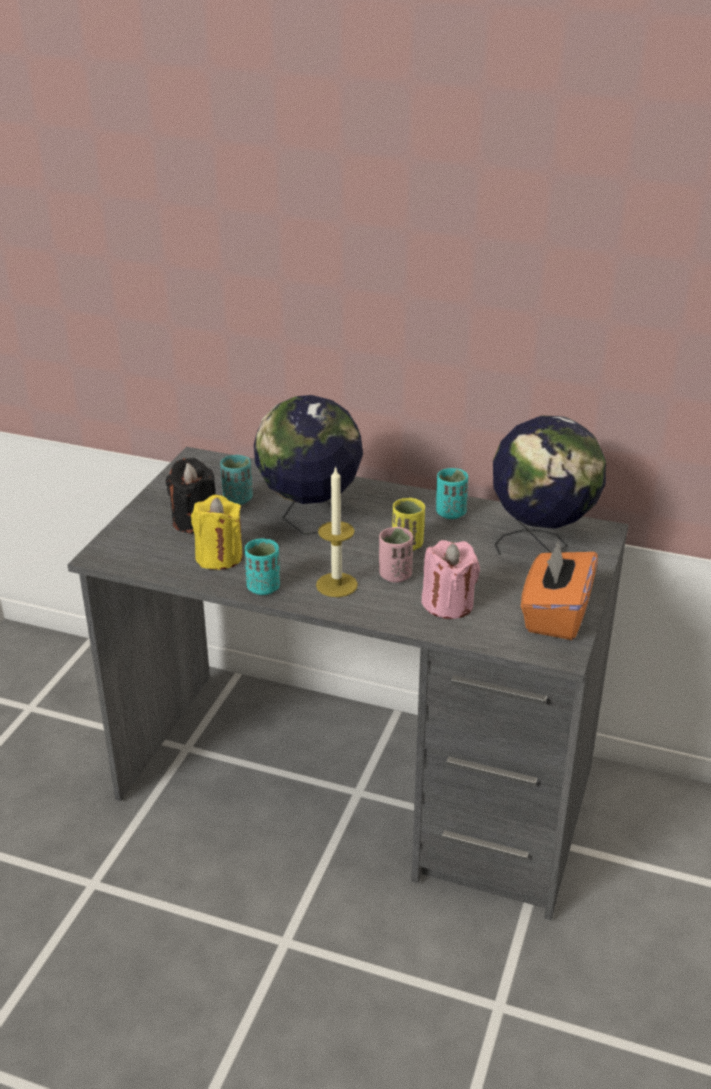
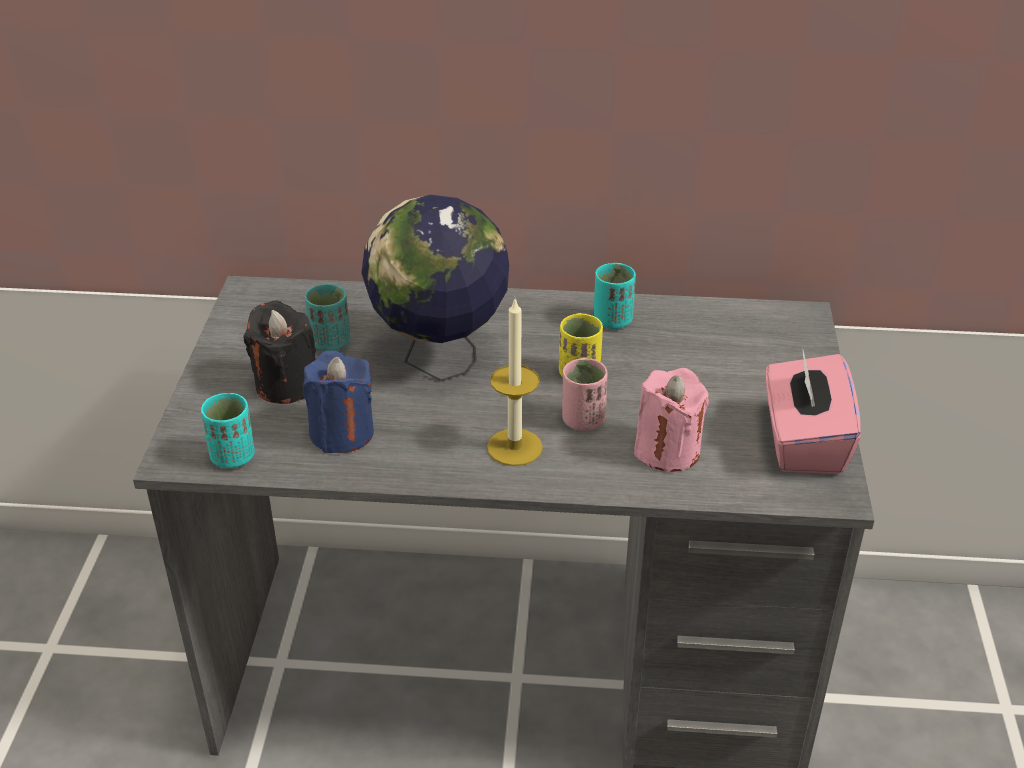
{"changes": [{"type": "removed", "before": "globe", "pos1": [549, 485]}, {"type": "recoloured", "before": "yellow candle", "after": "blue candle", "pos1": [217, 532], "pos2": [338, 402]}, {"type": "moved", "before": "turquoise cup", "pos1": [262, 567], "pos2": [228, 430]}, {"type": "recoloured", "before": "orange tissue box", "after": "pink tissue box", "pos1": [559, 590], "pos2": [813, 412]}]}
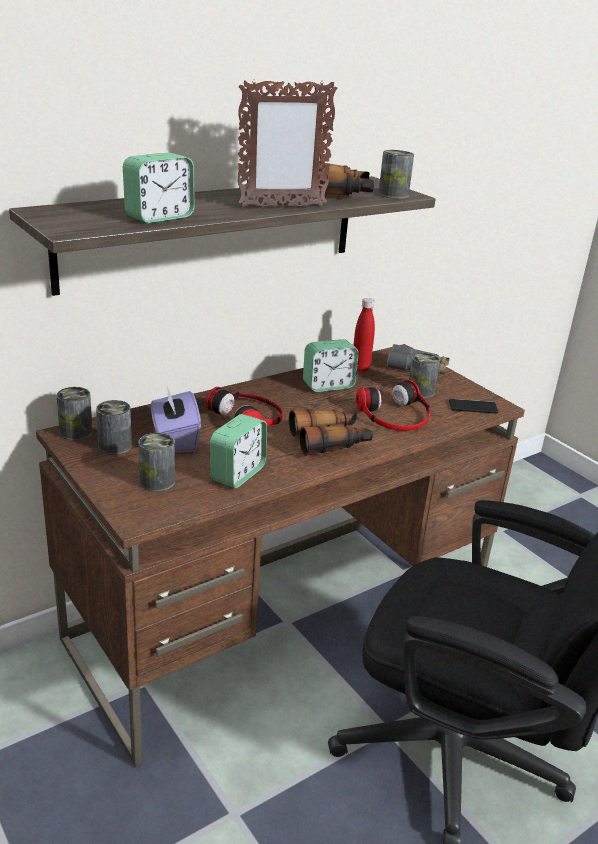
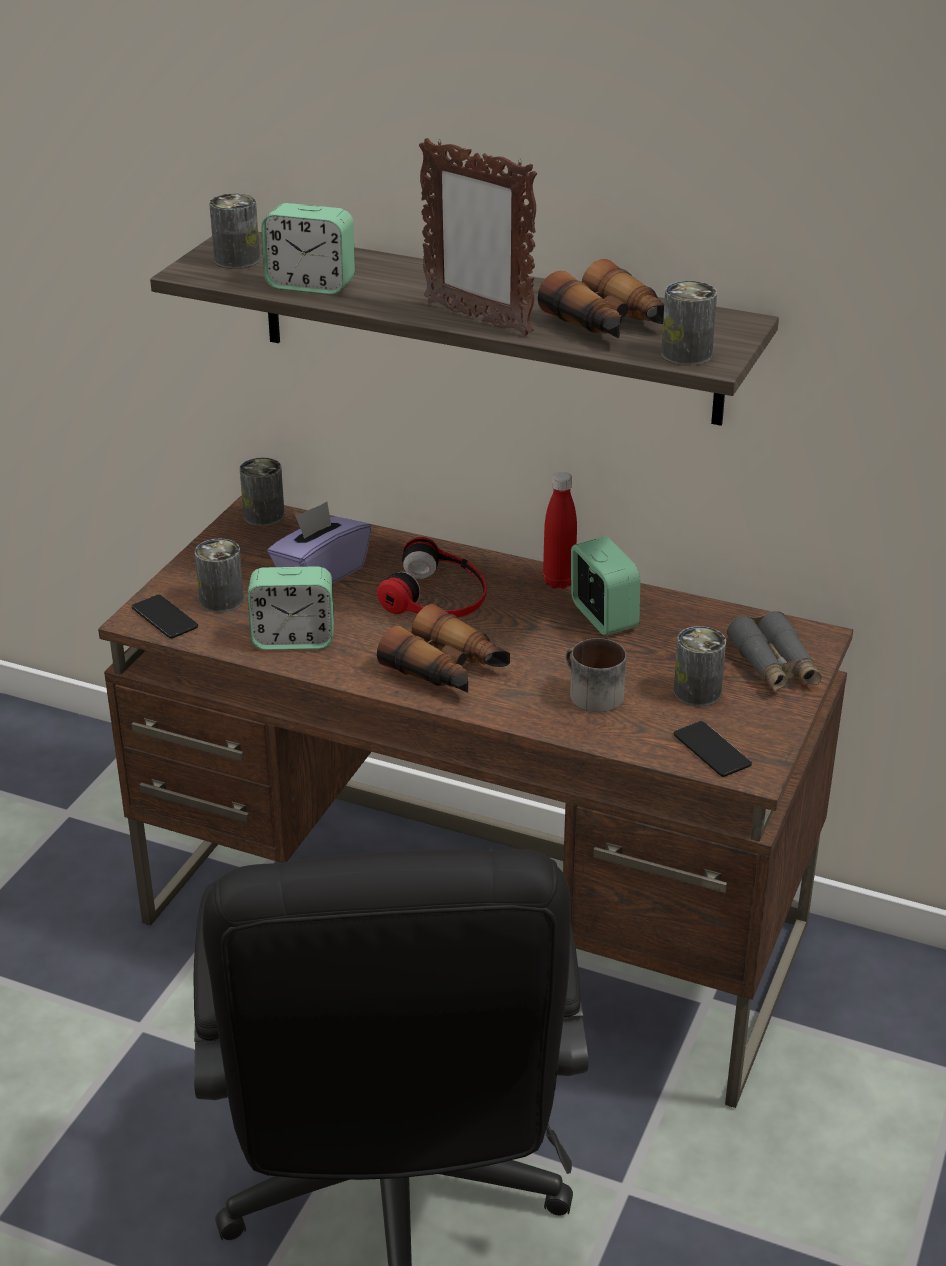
{"changes": [{"type": "moved", "before": "red bottle", "pos1": [364, 335], "pos2": [560, 530]}, {"type": "turned", "before": "alarm clock", "pos1": [331, 365], "pos2": [605, 586], "turn": -150}, {"type": "replaced", "before": "headphones", "after": "mug", "pos1": [393, 405], "pos2": [596, 675]}, {"type": "moved", "before": "can", "pos1": [114, 427], "pos2": [234, 231]}, {"type": "added", "after": "phone", "pos2": [165, 616]}]}
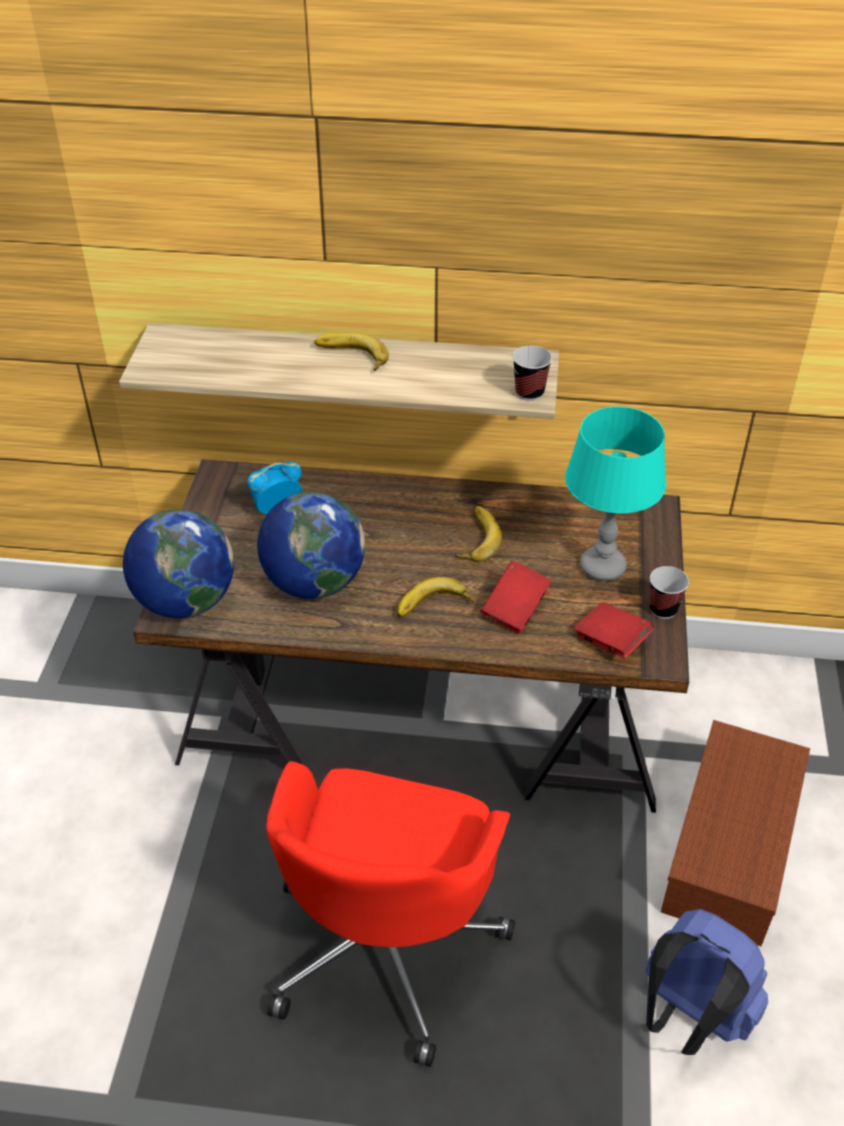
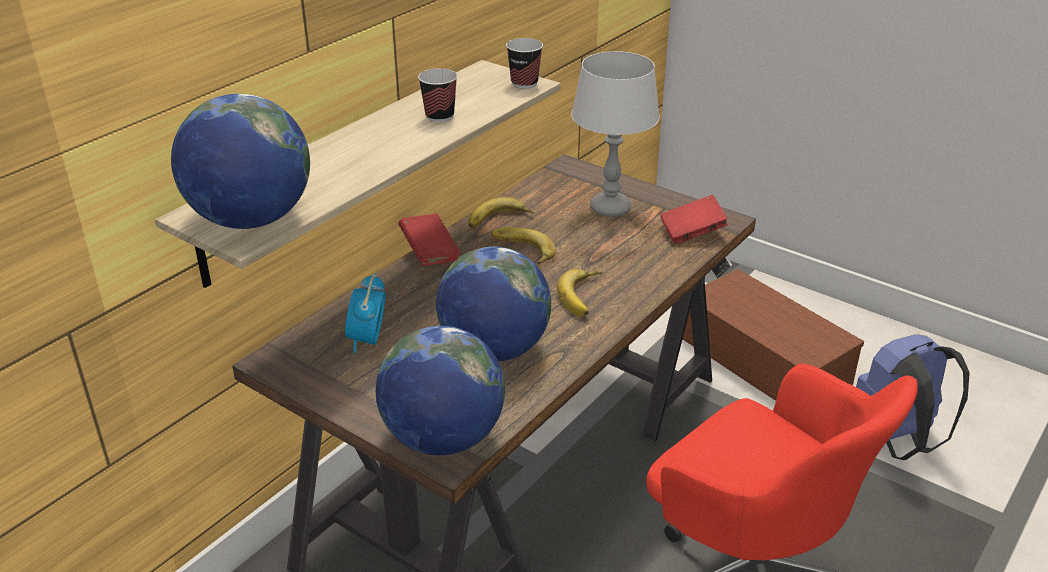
{"changes": [{"type": "moved", "before": "banana", "pos1": [352, 351], "pos2": [501, 212]}, {"type": "recoloured", "before": "turquoise table lamp", "after": "grey table lamp", "pos1": [615, 494], "pos2": [615, 134]}, {"type": "moved", "before": "red book", "pos1": [515, 597], "pos2": [429, 240]}, {"type": "moved", "before": "cup", "pos1": [669, 592], "pos2": [438, 95]}, {"type": "added", "after": "globe", "pos2": [240, 161]}]}
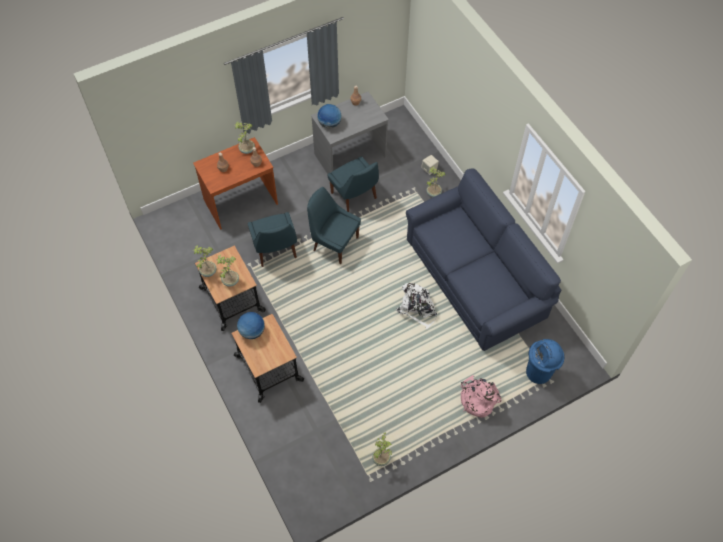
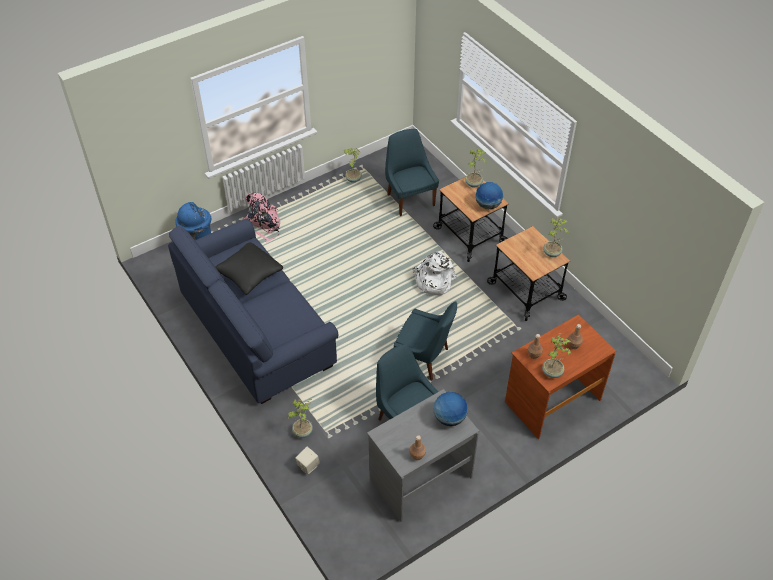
{"changes": [{"type": "moved", "before": "blue chair", "pos1": [272, 239], "pos2": [412, 172]}, {"type": "moved", "before": "potted plant", "pos1": [228, 271], "pos2": [476, 168]}, {"type": "moved", "before": "white backpack", "pos1": [416, 306], "pos2": [435, 273]}, {"type": "added", "after": "black pillow", "pos2": [249, 269]}]}
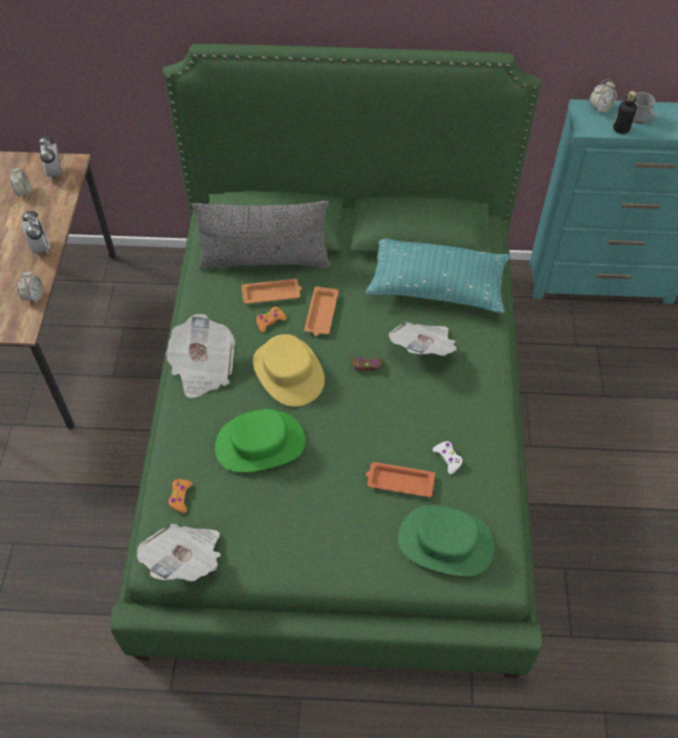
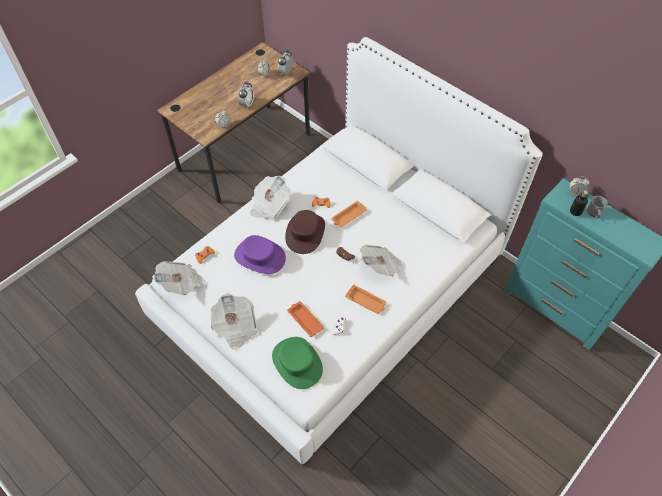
{"changes": [{"type": "recoloured", "before": "green bed", "after": "white bed", "pos1": [326, 361], "pos2": [339, 251]}, {"type": "removed", "before": "grey pillow", "pos1": [261, 235]}, {"type": "removed", "before": "turquoise pillow", "pos1": [437, 276]}, {"type": "moved", "before": "orange tray", "pos1": [272, 291], "pos2": [365, 299]}, {"type": "recoloured", "before": "yellow hat", "after": "brown hat", "pos1": [289, 370], "pos2": [305, 232]}, {"type": "recoloured", "before": "green hat", "after": "purple hat", "pos1": [260, 440], "pos2": [260, 254]}, {"type": "added", "after": "newspaper", "pos2": [234, 321]}]}
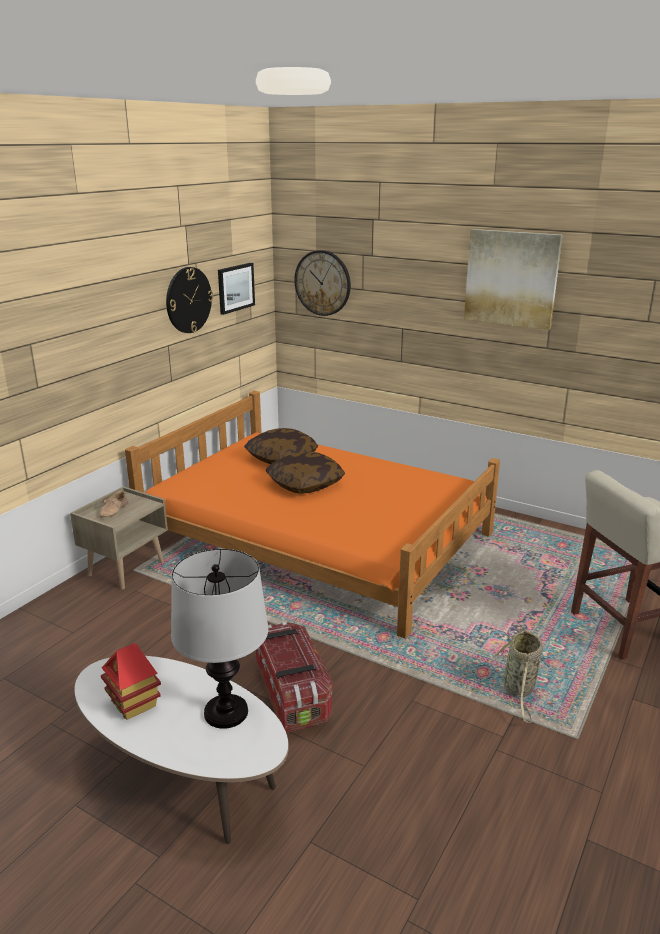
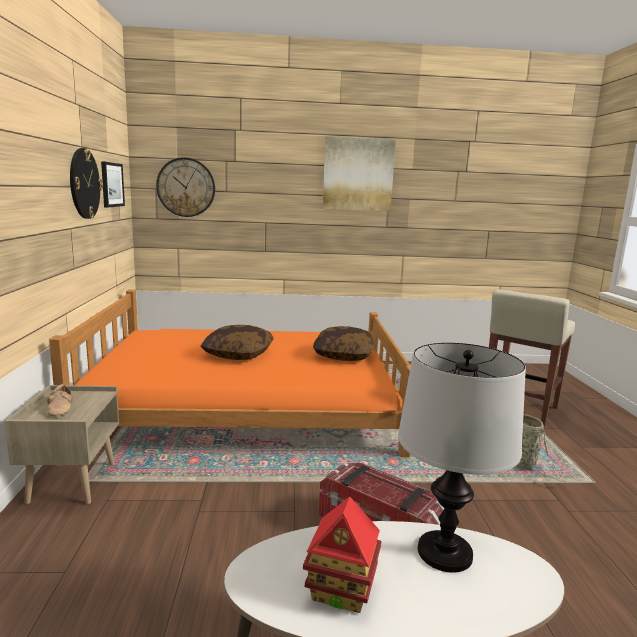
{"changes": [{"type": "moved", "before": "pillow", "pos1": [281, 446], "pos2": [344, 343]}]}
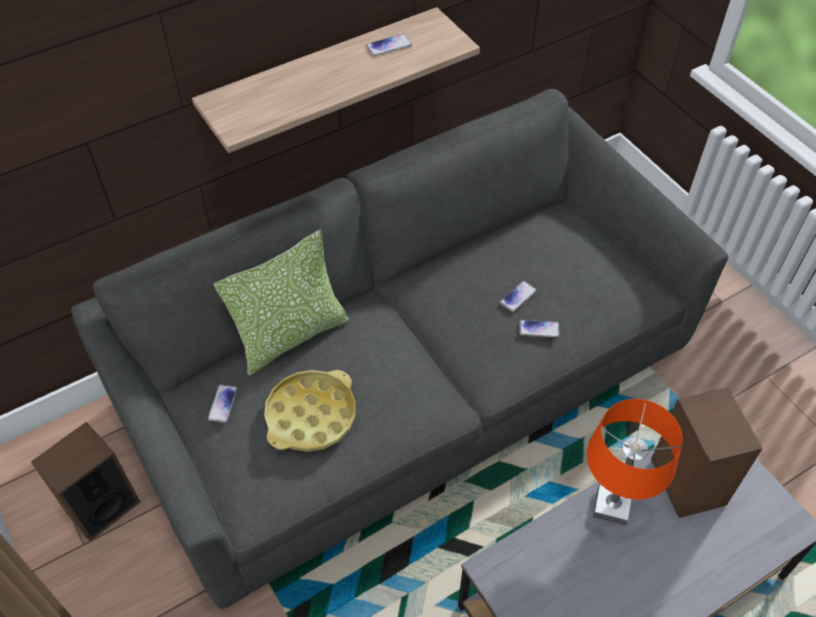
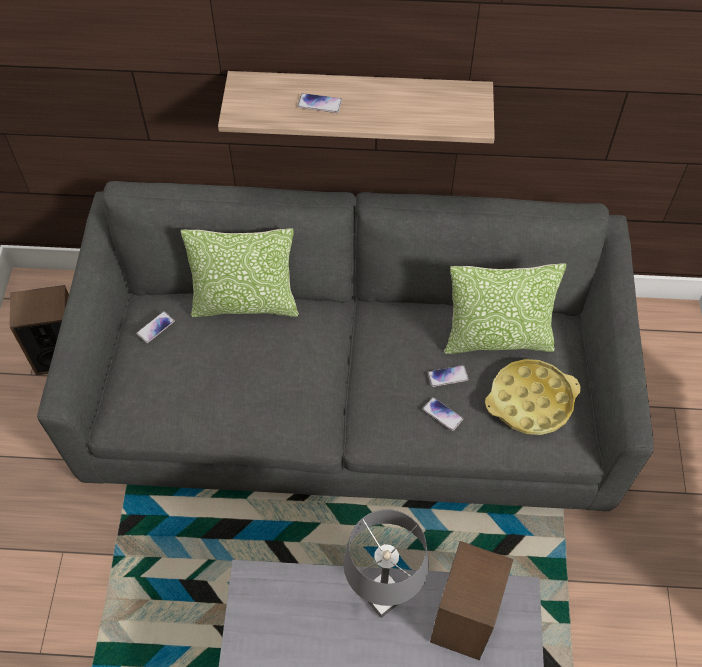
{"changes": [{"type": "moved", "before": "phone", "pos1": [389, 45], "pos2": [319, 103]}, {"type": "moved", "before": "yellow tray", "pos1": [310, 411], "pos2": [533, 397]}, {"type": "recoloured", "before": "orange table lamp", "after": "grey table lamp", "pos1": [635, 462], "pos2": [386, 563]}, {"type": "added", "after": "pillow", "pos2": [505, 308]}]}
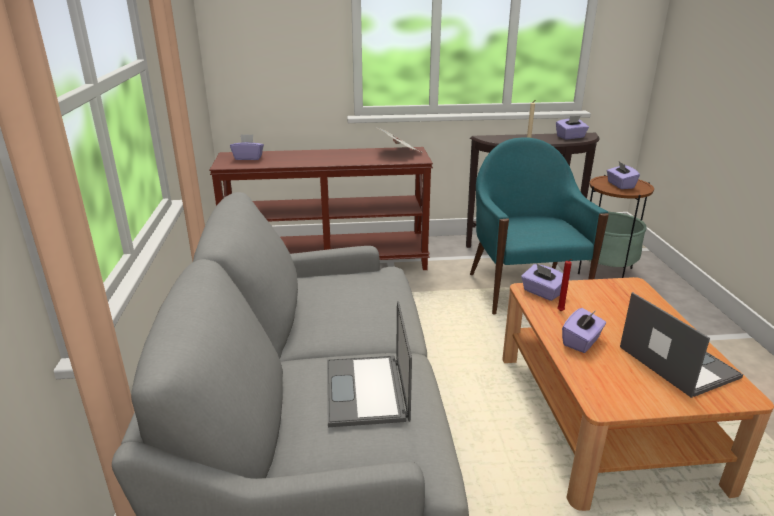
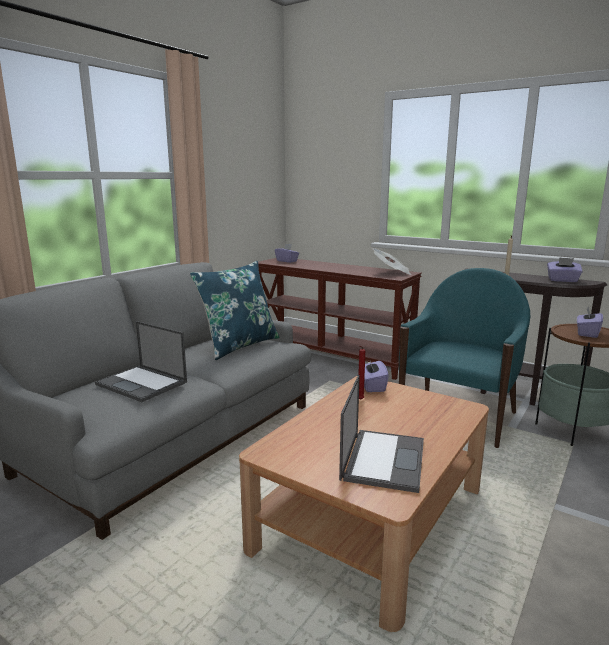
{"changes": [{"type": "turned", "before": "laptop", "pos1": [369, 364], "pos2": [141, 361], "turn": -90}, {"type": "removed", "before": "purple tissue box", "pos1": [584, 330]}, {"type": "added", "after": "blue pillow", "pos2": [235, 310]}]}
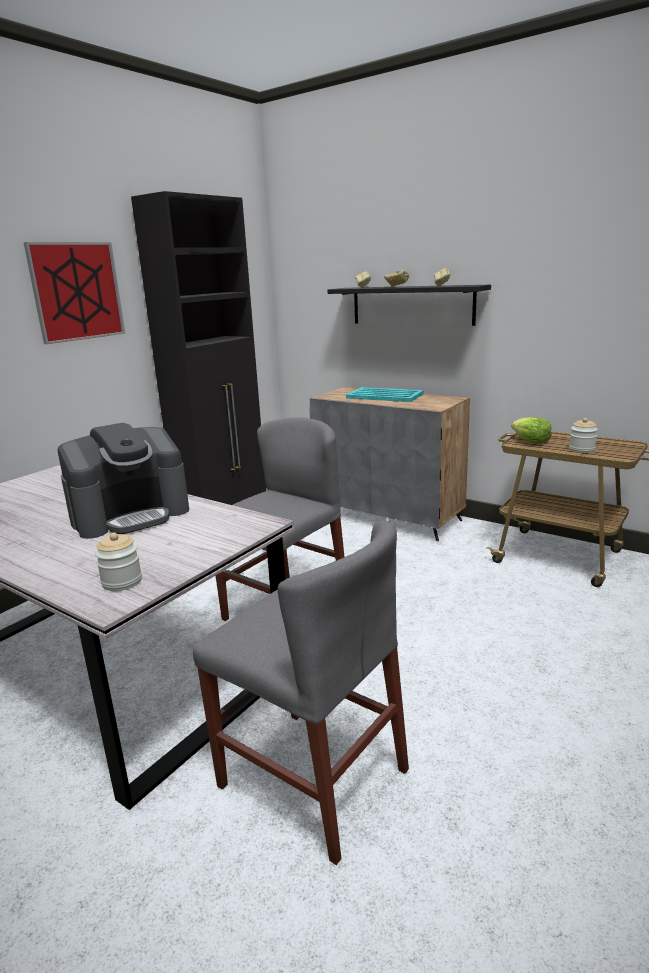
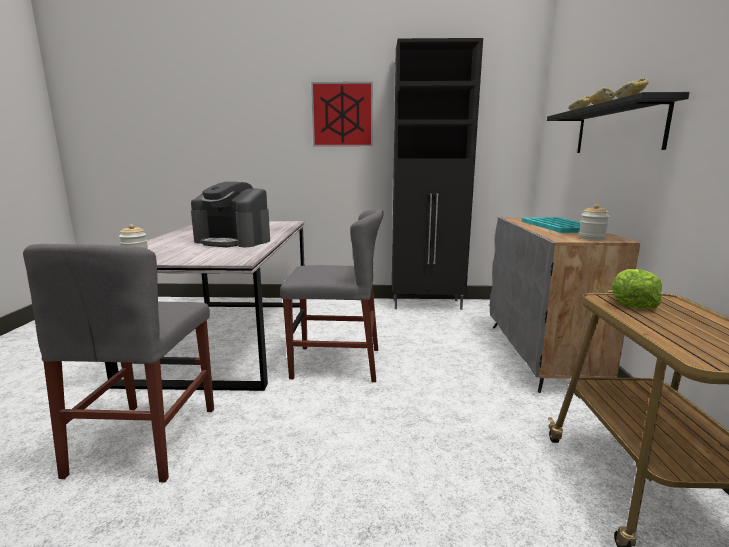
{"changes": [{"type": "moved", "before": "jar", "pos1": [583, 435], "pos2": [594, 222]}]}
